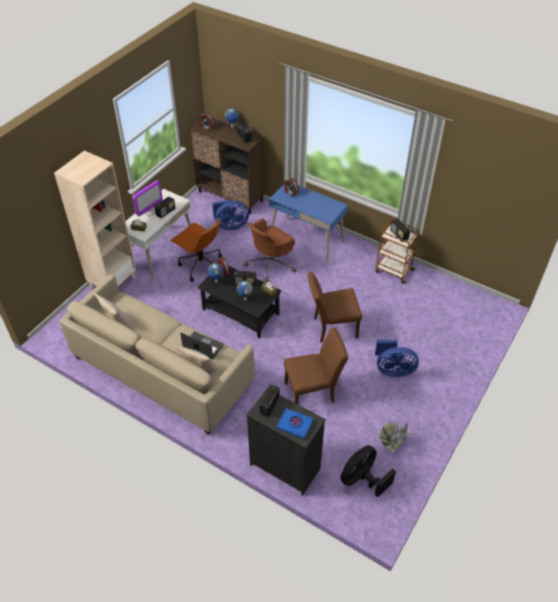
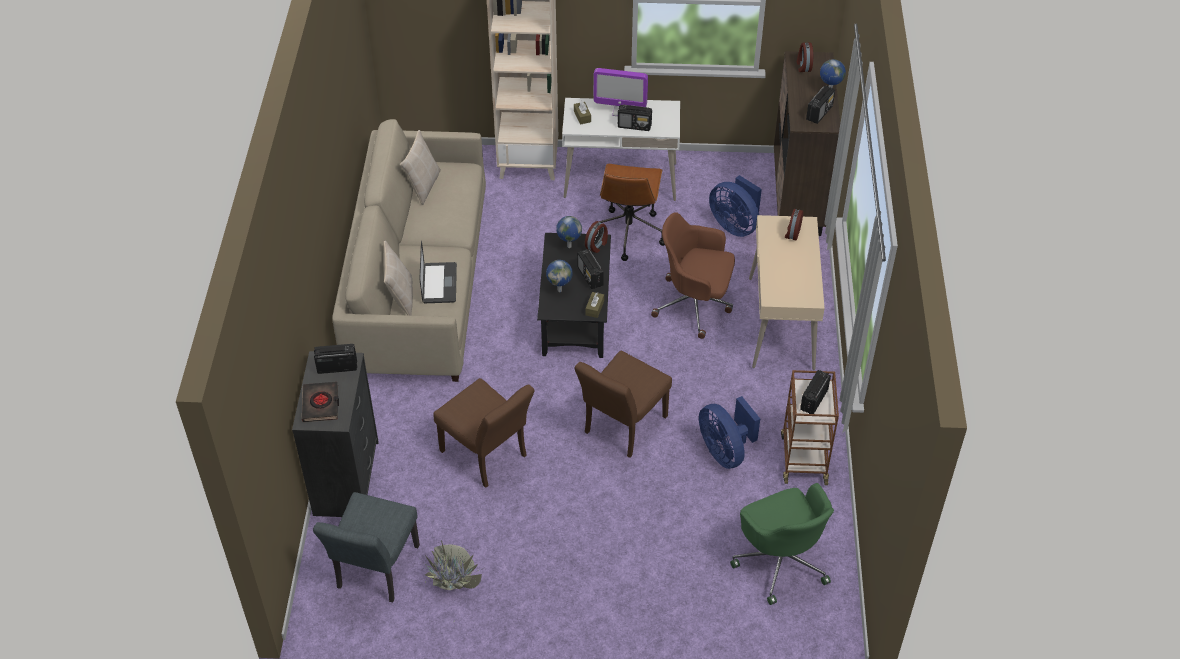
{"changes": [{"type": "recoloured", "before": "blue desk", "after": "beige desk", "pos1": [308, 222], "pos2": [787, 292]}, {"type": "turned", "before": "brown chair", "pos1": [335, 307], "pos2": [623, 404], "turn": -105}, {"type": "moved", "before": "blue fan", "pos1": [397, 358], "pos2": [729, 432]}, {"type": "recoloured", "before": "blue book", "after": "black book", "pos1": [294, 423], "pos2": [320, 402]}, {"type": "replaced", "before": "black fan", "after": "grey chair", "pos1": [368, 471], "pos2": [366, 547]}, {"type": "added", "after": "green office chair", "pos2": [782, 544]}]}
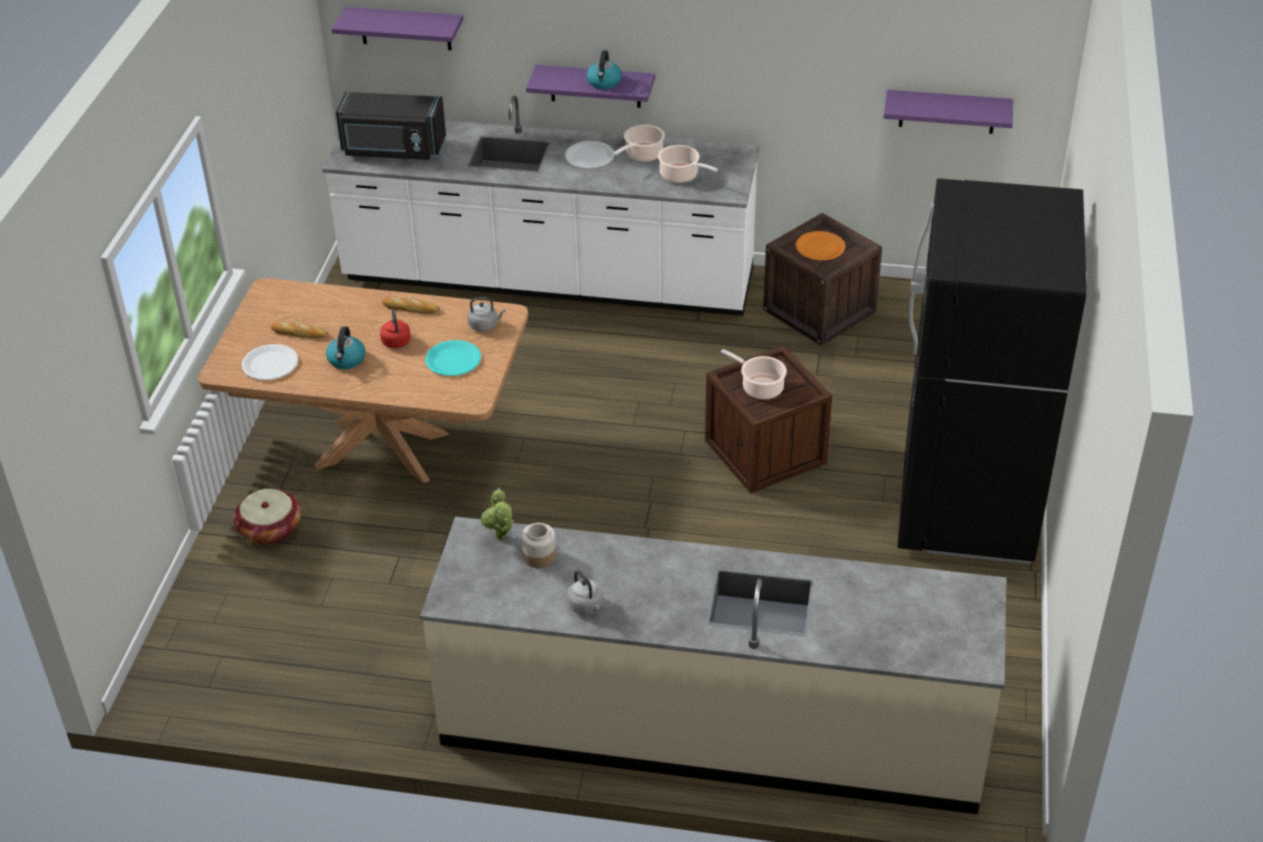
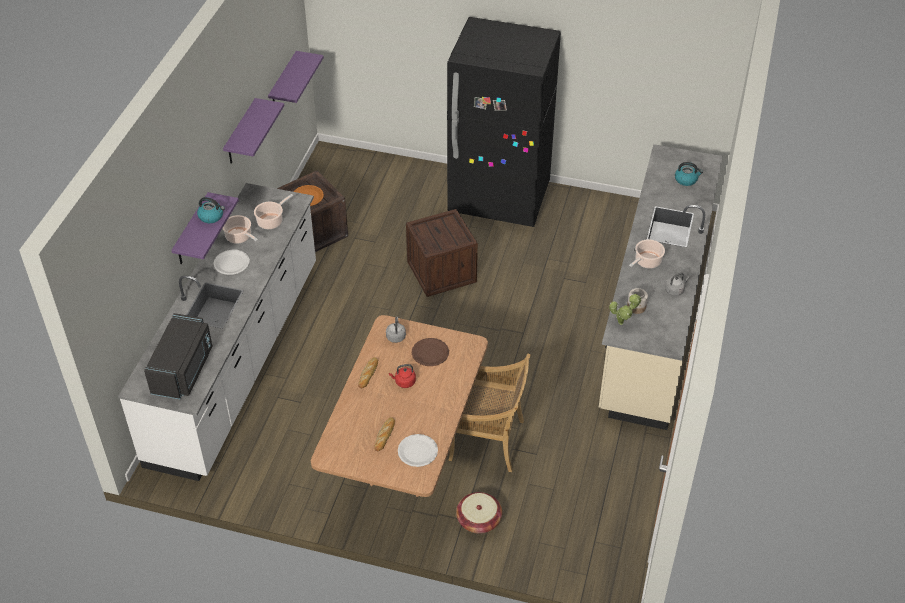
{"changes": [{"type": "moved", "before": "purple shelf", "pos1": [397, 28], "pos2": [253, 131]}, {"type": "moved", "before": "kettle", "pos1": [346, 347], "pos2": [689, 174]}, {"type": "recoloured", "before": "turquoise plate", "after": "brown plate", "pos1": [453, 358], "pos2": [430, 352]}, {"type": "moved", "before": "cooking pot", "pos1": [754, 374], "pos2": [647, 254]}, {"type": "added", "after": "beige chair", "pos2": [489, 413]}]}
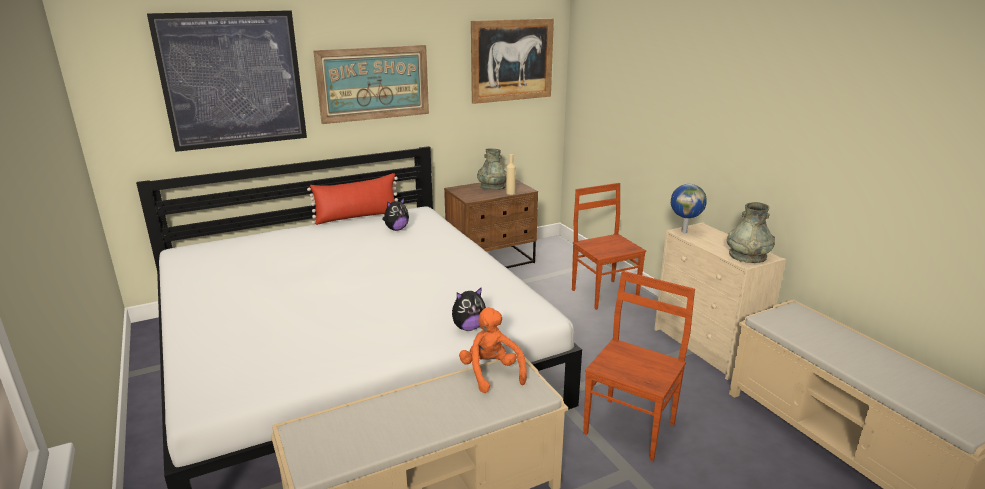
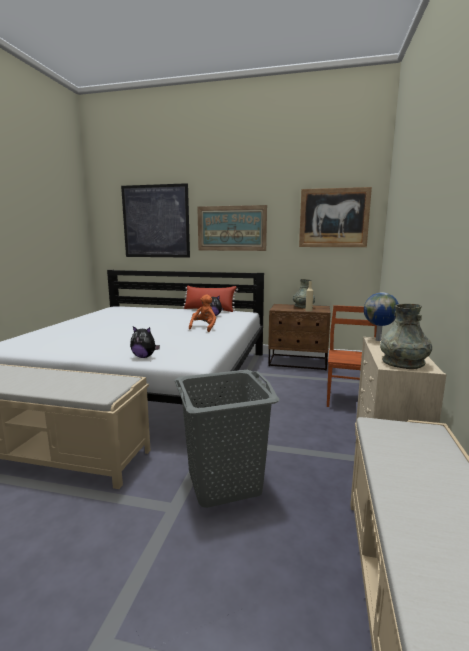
{"changes": [{"type": "replaced", "before": "brown chair", "after": "grey laundry basket", "pos1": [639, 366], "pos2": [227, 439]}, {"type": "moved", "before": "orange plush toy", "pos1": [493, 350], "pos2": [202, 313]}]}
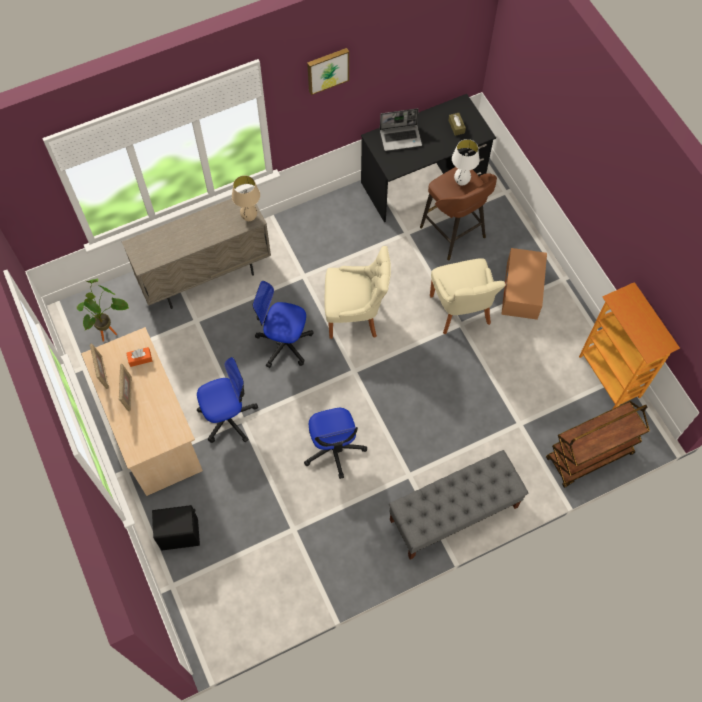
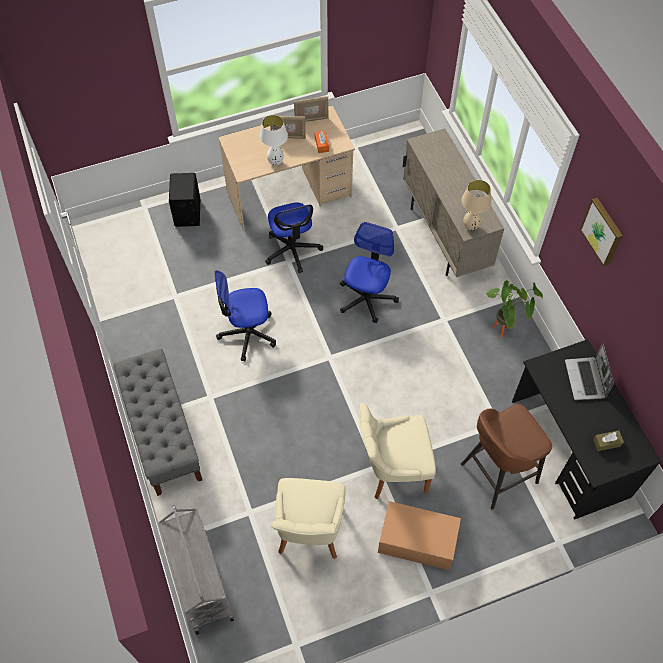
{"changes": [{"type": "moved", "before": "white table lamp", "pos1": [466, 162], "pos2": [274, 140]}, {"type": "moved", "before": "beige chair", "pos1": [358, 292], "pos2": [309, 518]}, {"type": "moved", "before": "potted plant", "pos1": [102, 310], "pos2": [514, 309]}, {"type": "removed", "before": "bookcase", "pos1": [629, 345]}, {"type": "recoloured", "before": "brown cart", "after": "grey cart", "pos1": [598, 444], "pos2": [196, 570]}]}
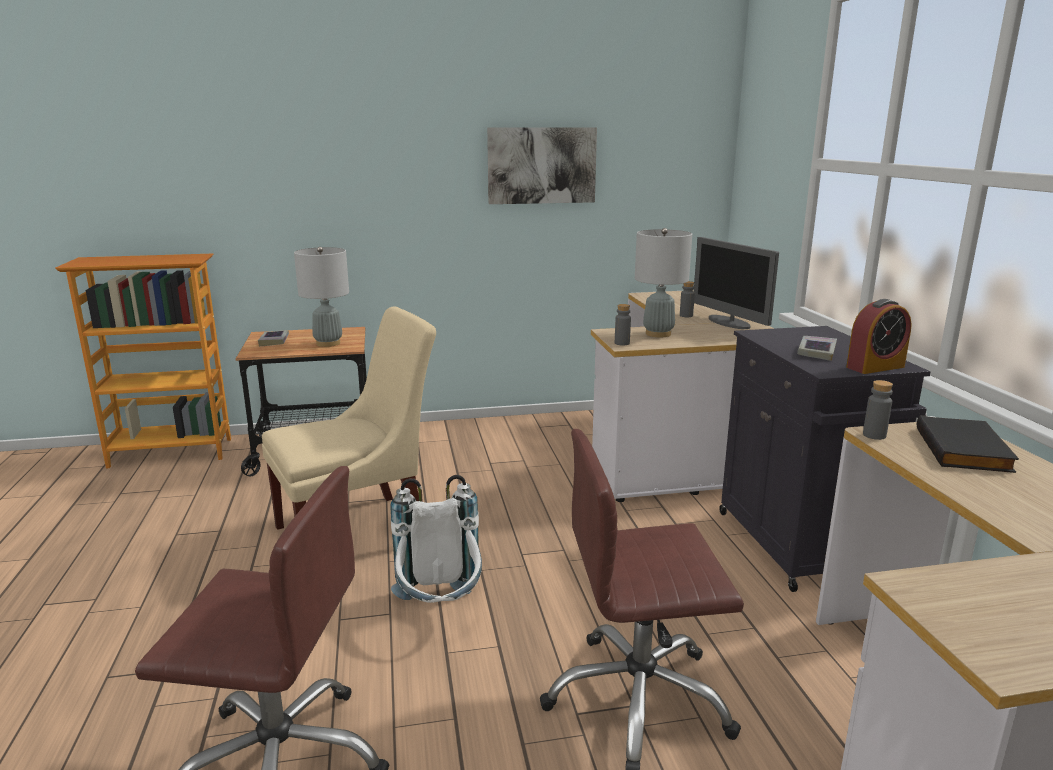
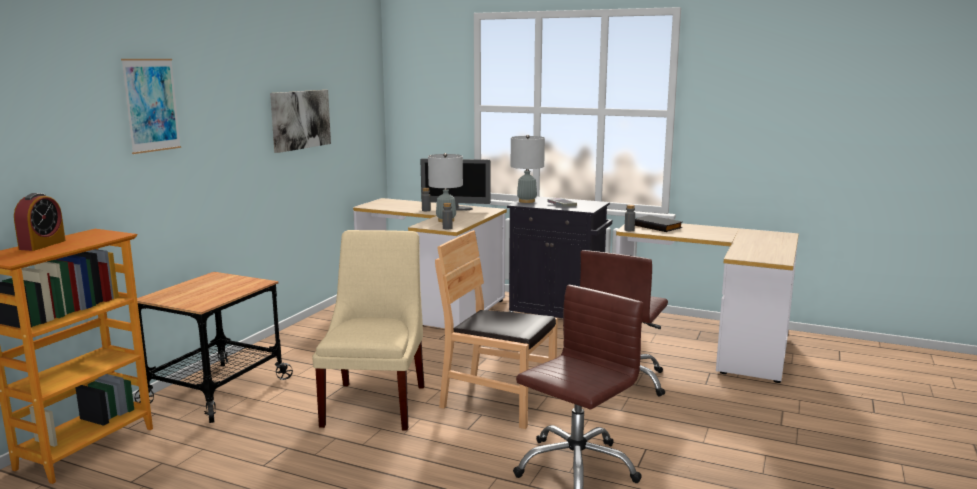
{"changes": [{"type": "moved", "before": "grey table lamp", "pos1": [321, 297], "pos2": [528, 169]}, {"type": "moved", "before": "alarm clock", "pos1": [879, 336], "pos2": [40, 222]}, {"type": "removed", "before": "book", "pos1": [273, 338]}, {"type": "replaced", "before": "white backpack", "after": "brown chair", "pos1": [436, 539], "pos2": [496, 329]}, {"type": "added", "after": "picture", "pos2": [151, 106]}]}
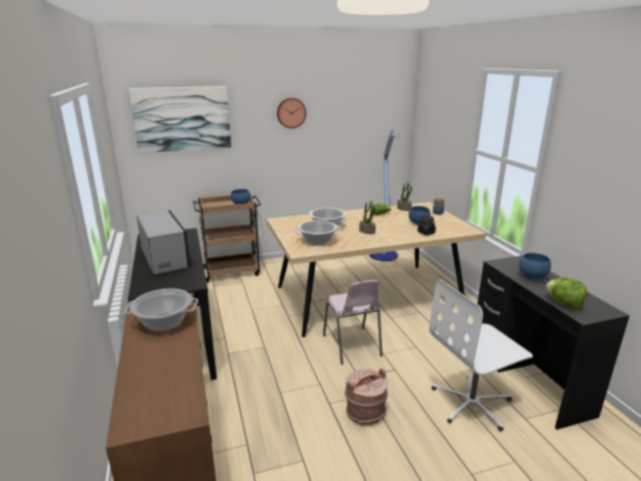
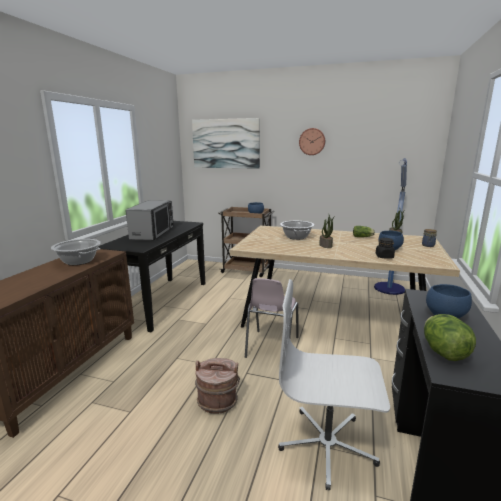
{"changes": [{"type": "removed", "before": "cooking pot", "pos1": [317, 232]}]}
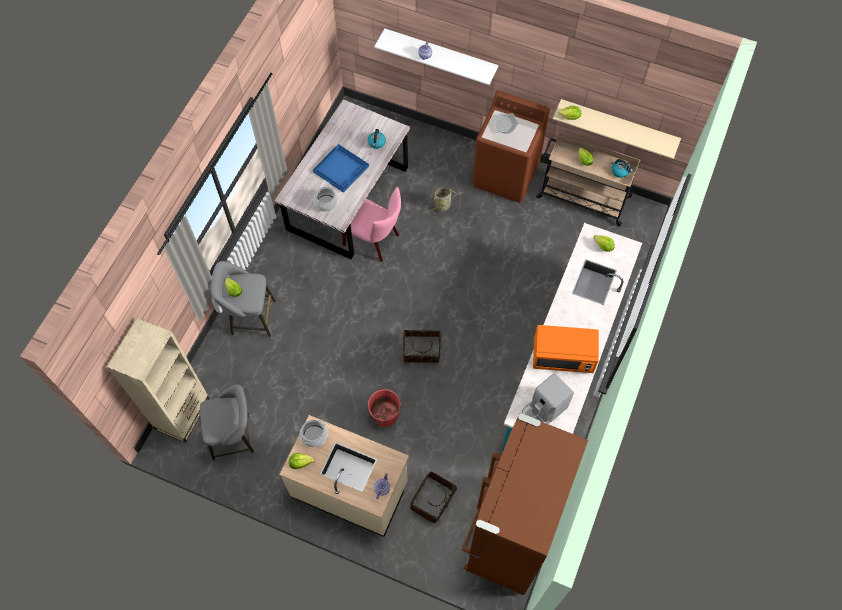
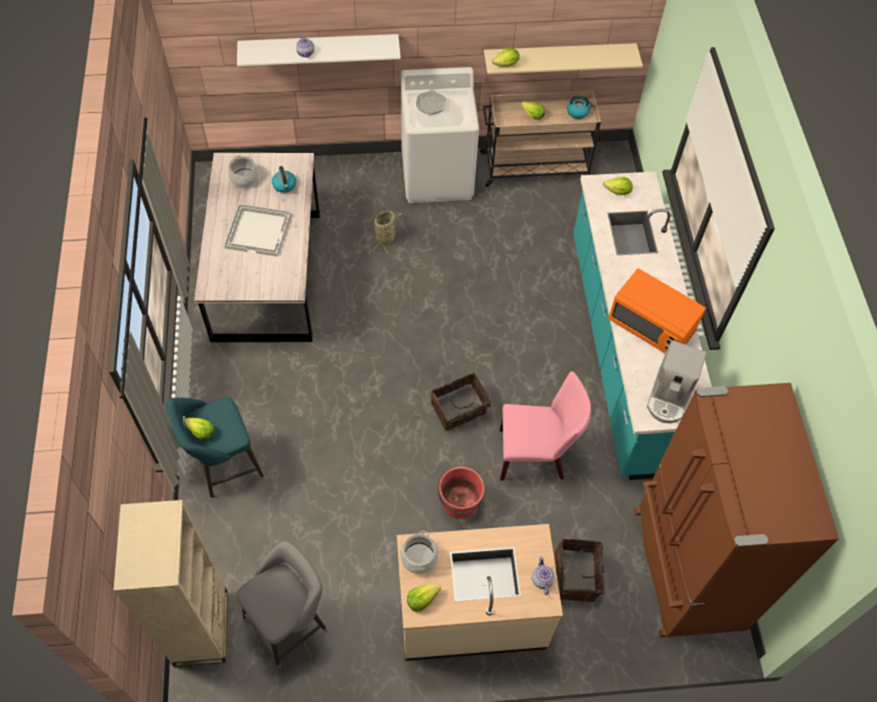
{"changes": [{"type": "recoloured", "before": "brown washing machine", "after": "white washing machine", "pos1": [511, 147], "pos2": [440, 135]}, {"type": "recoloured", "before": "blue tray", "after": "white tray", "pos1": [341, 168], "pos2": [257, 230]}, {"type": "moved", "before": "cooking pot", "pos1": [326, 198], "pos2": [243, 171]}, {"type": "moved", "before": "pink chair", "pos1": [371, 224], "pos2": [545, 426]}, {"type": "recoloured", "before": "grey stool", "after": "turquoise stool", "pos1": [243, 299], "pos2": [215, 447]}, {"type": "turned", "before": "orange microwave", "pos1": [566, 349], "pos2": [657, 310], "turn": 60}]}
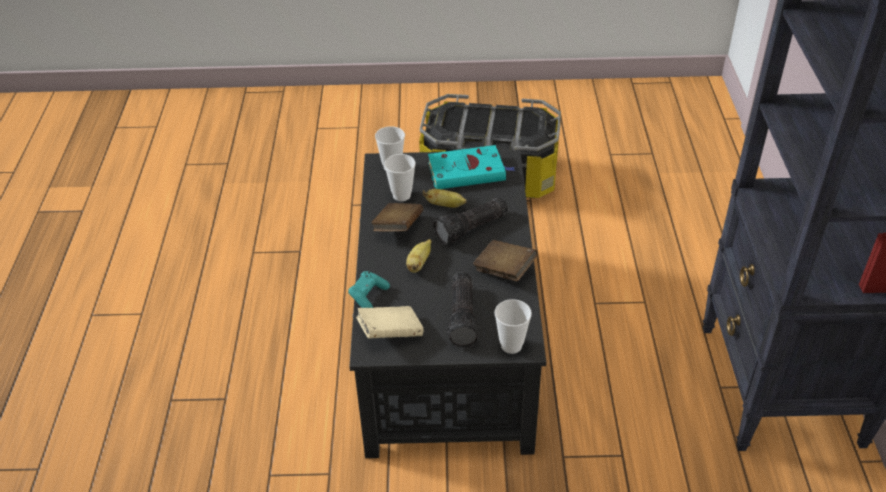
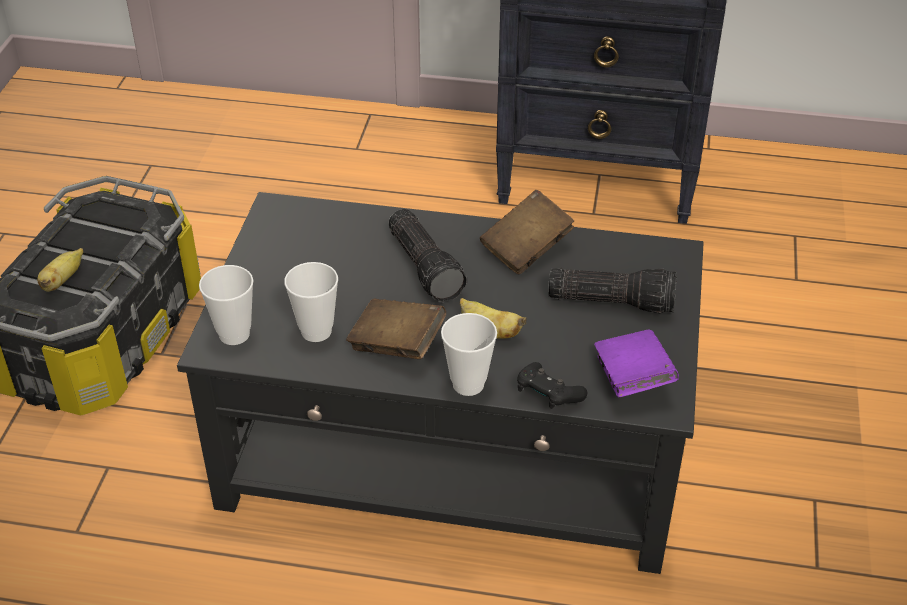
{"changes": [{"type": "removed", "before": "turquoise book", "pos1": [471, 167]}, {"type": "moved", "before": "banana", "pos1": [445, 198], "pos2": [60, 270]}, {"type": "recoloured", "before": "turquoise game controller", "after": "black game controller", "pos1": [369, 289], "pos2": [552, 385]}, {"type": "moved", "before": "cup", "pos1": [513, 326], "pos2": [469, 354]}, {"type": "recoloured", "before": "beige book", "after": "purple book", "pos1": [389, 322], "pos2": [636, 363]}]}
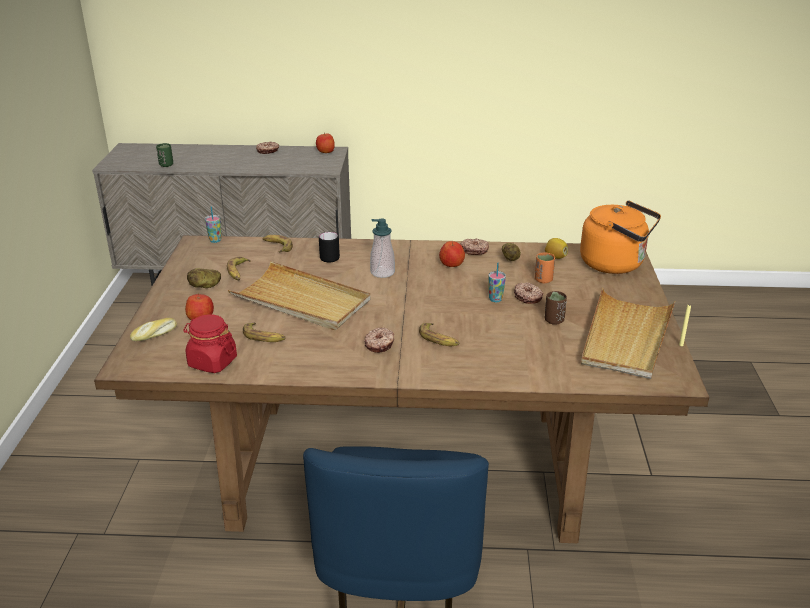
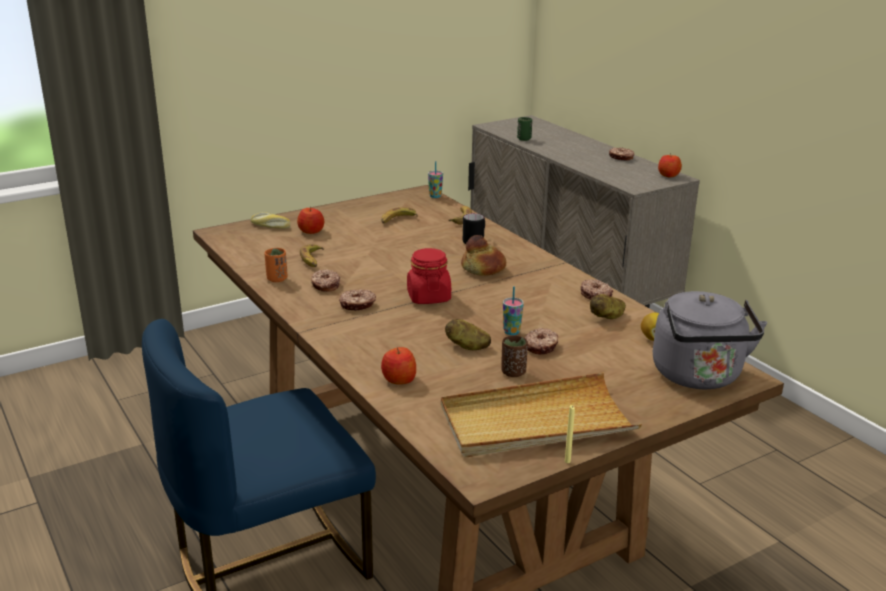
{"changes": [{"type": "recoloured", "before": "orange kettle", "after": "grey kettle", "pos1": [620, 237], "pos2": [710, 340]}, {"type": "replaced", "before": "soap dispenser", "after": "bread", "pos1": [382, 248], "pos2": [483, 255]}, {"type": "moved", "before": "apple", "pos1": [452, 254], "pos2": [398, 366]}, {"type": "moved", "before": "orange cup", "pos1": [545, 267], "pos2": [276, 265]}, {"type": "removed", "before": "beige tray", "pos1": [299, 295]}, {"type": "moved", "before": "potato", "pos1": [204, 278], "pos2": [468, 334]}, {"type": "moved", "before": "red jar", "pos1": [210, 343], "pos2": [429, 276]}, {"type": "removed", "before": "banana", "pos1": [439, 334]}, {"type": "added", "after": "donut", "pos2": [325, 280]}]}
